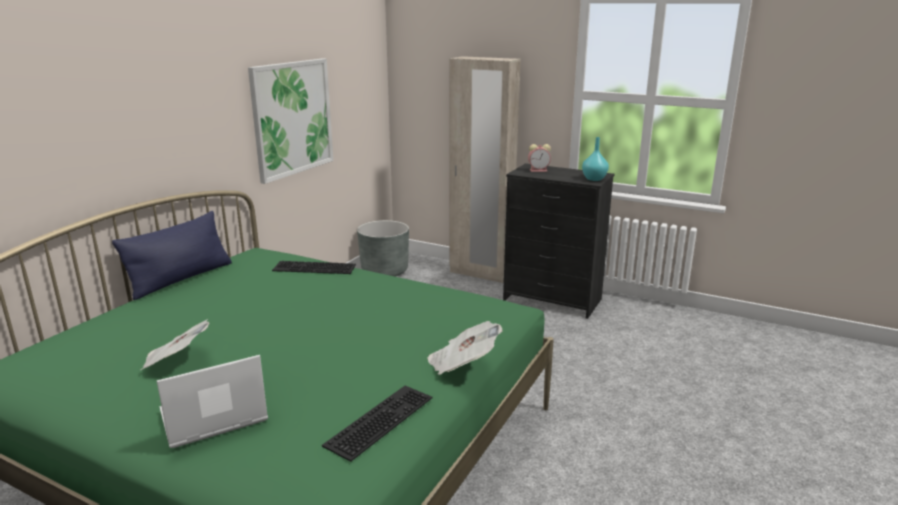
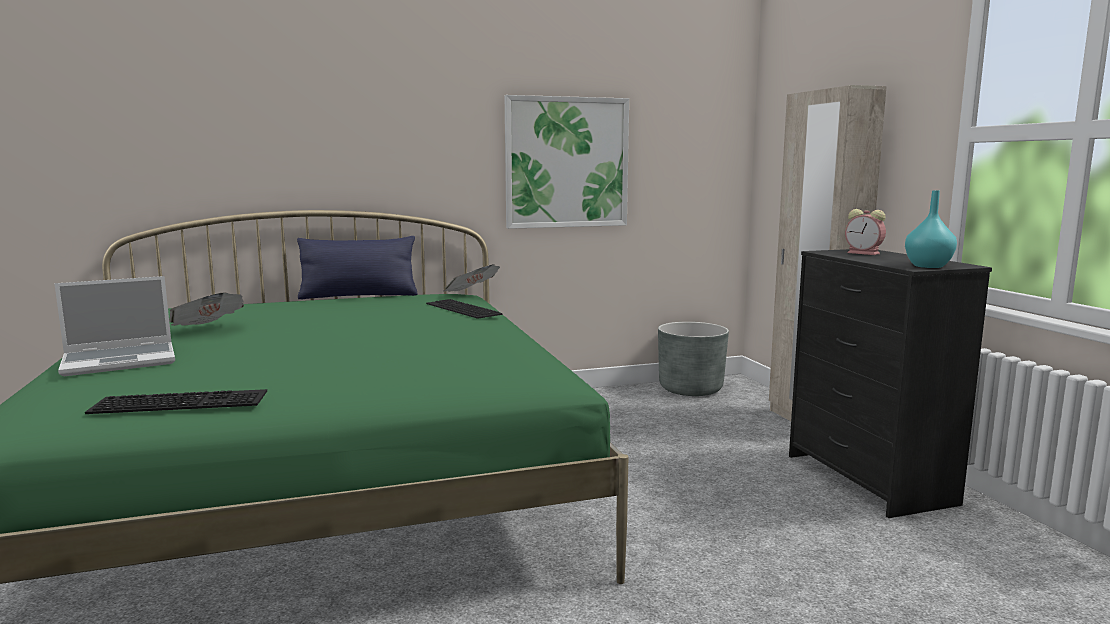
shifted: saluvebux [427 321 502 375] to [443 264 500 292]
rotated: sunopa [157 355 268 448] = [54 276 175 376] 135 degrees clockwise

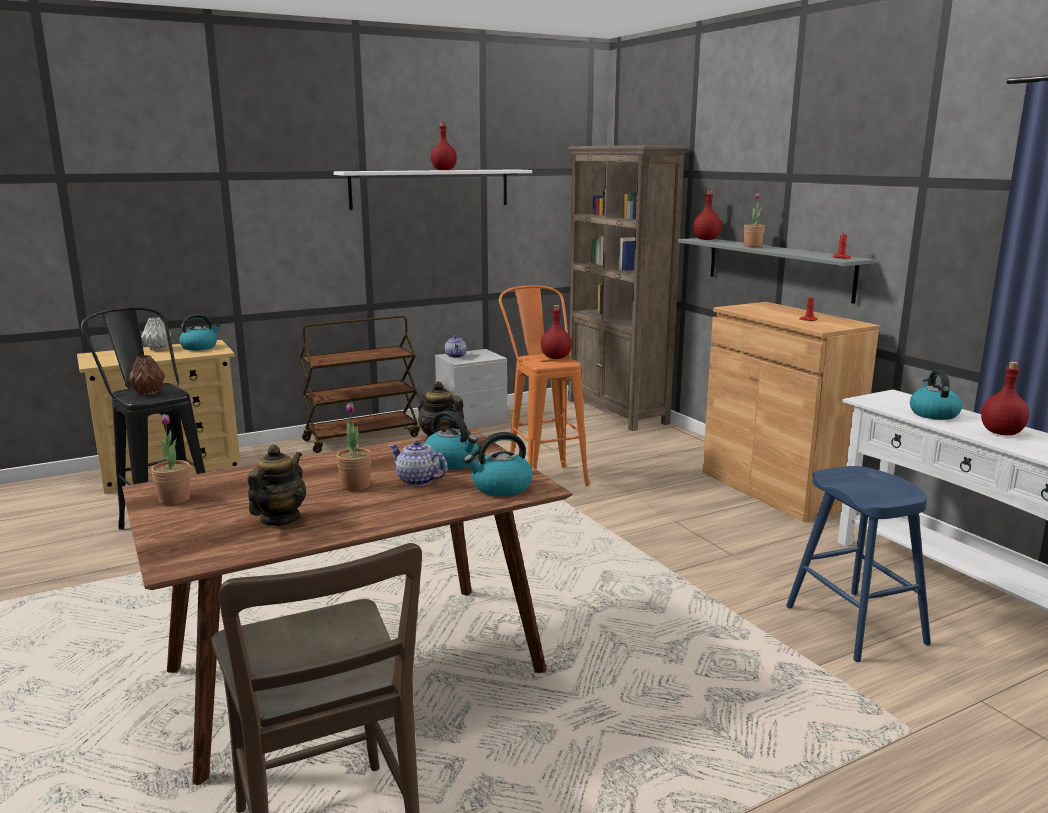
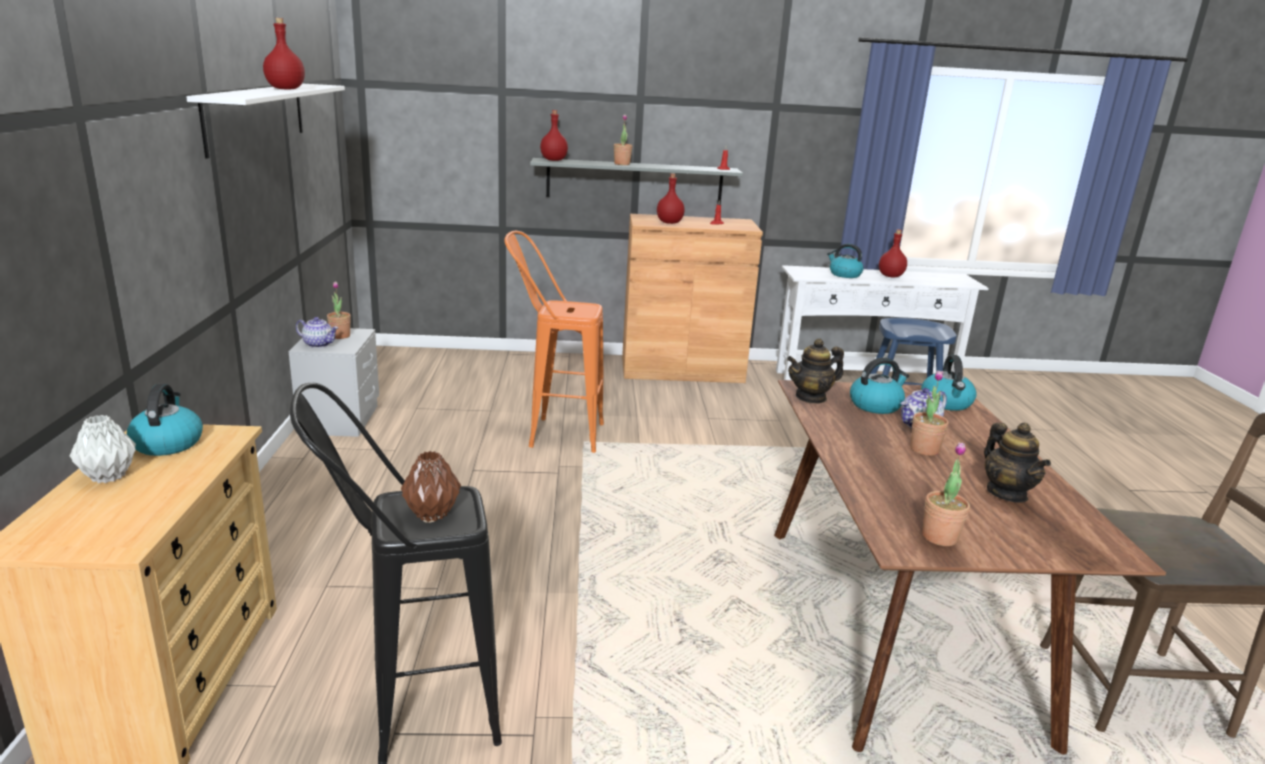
gone: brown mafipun [300 316 420 453]; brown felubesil [568 145 688 431]
new: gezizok [327 281 351 339]
shifted: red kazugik [541 305 572 359] to [657 173 685 224]
rotated: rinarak [248 445 306 526] = [984 423 1051 503] 150 degrees counterclockwise

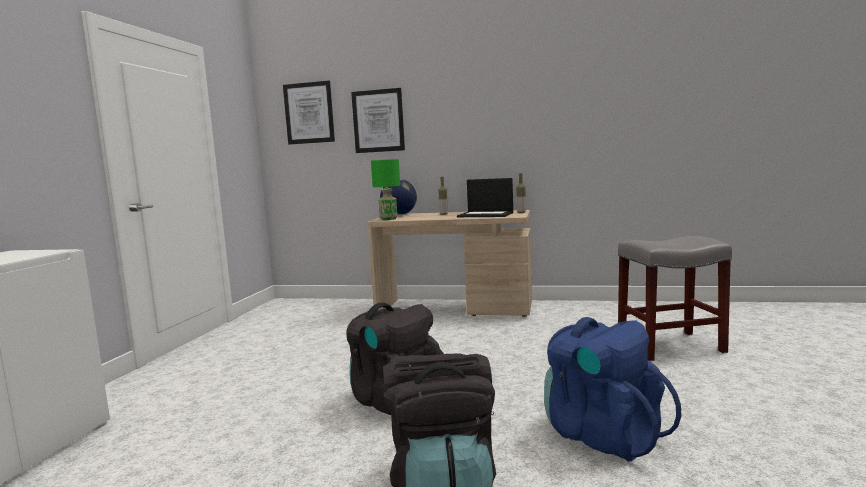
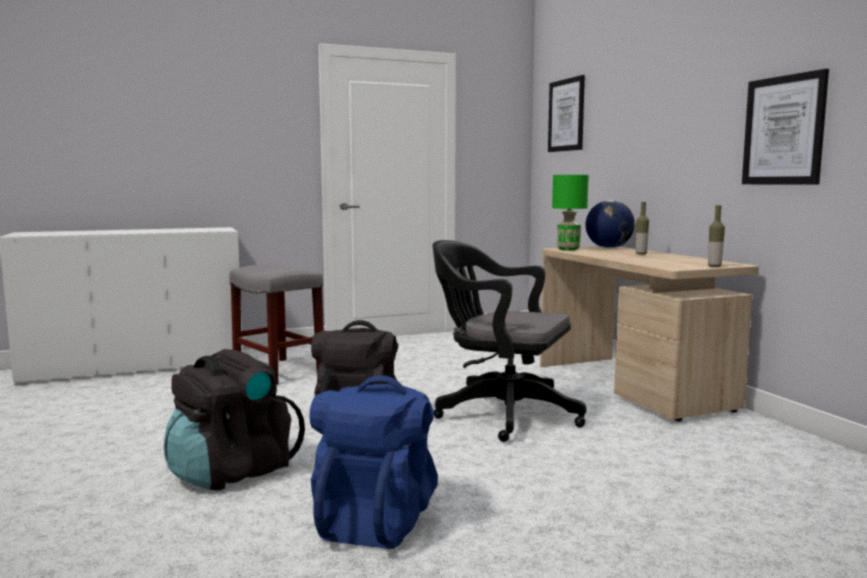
gone: sunopa [457 178 513 217]
new: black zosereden [433 240 586 442]
shifted: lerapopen [351 88 405 153] to [742 69 829 185]; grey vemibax [618 236 732 361] to [229 264 324 385]

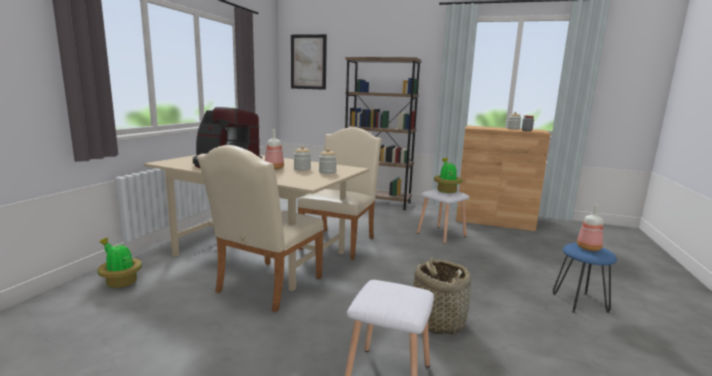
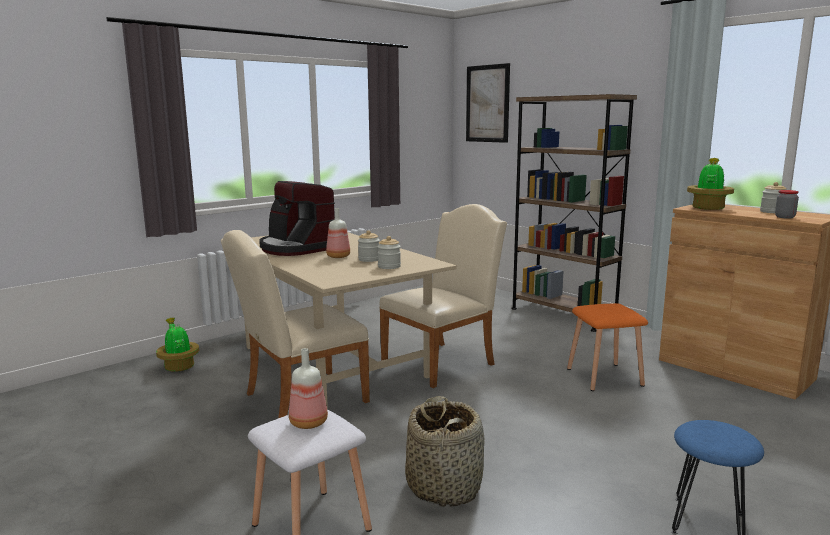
shifted: gezizok [434 158 462 193] to [687 158 734 210]; kazugik [577 204 603 251] to [289 348 328 429]
repainted: white vemibax [417 189 469 244] to orange vemibax [567 303 648 391]

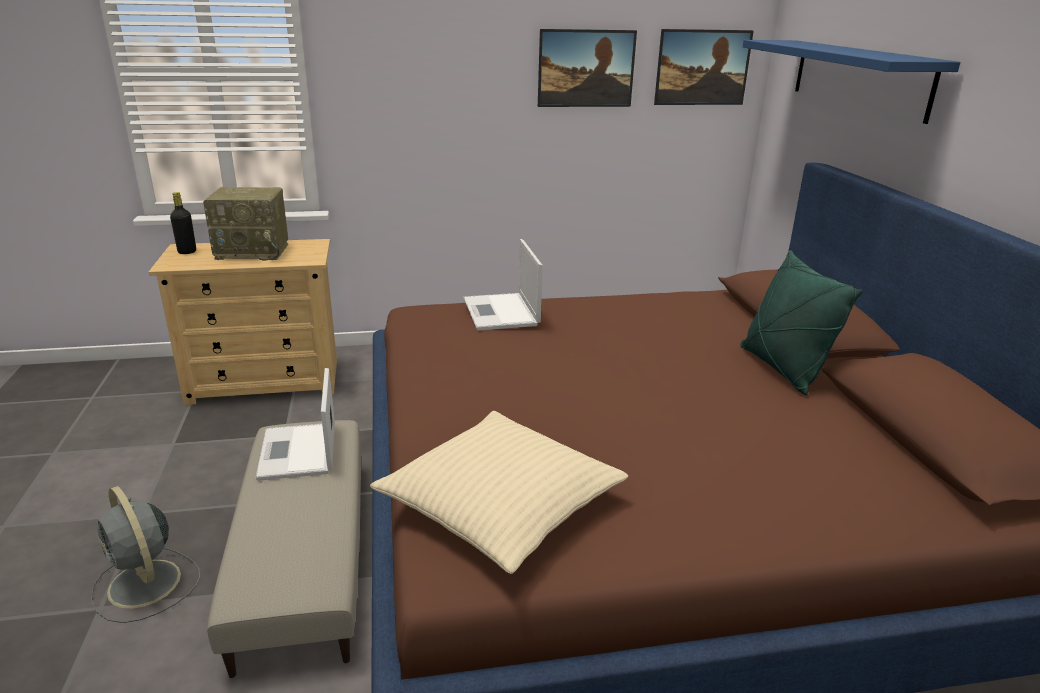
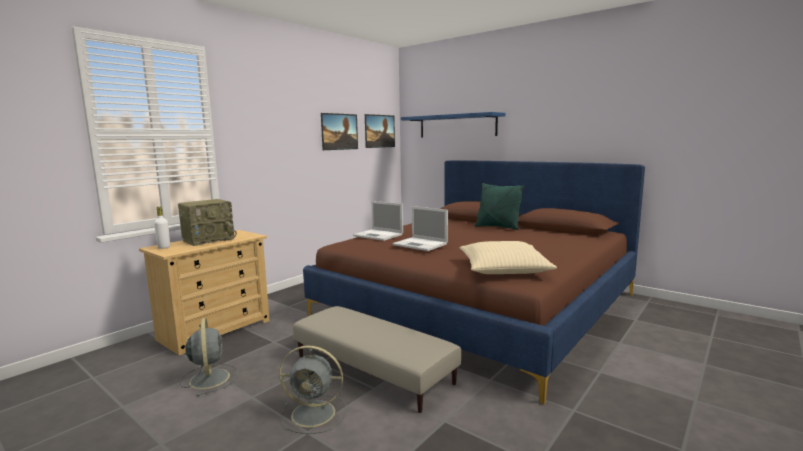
new: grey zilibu [179 318 238 396]
shifted: sunopa [256 368 335 481] to [392 206 448 251]
repainted: black kazugik [170 192 196 254] to white kazugik [154 207 170 249]

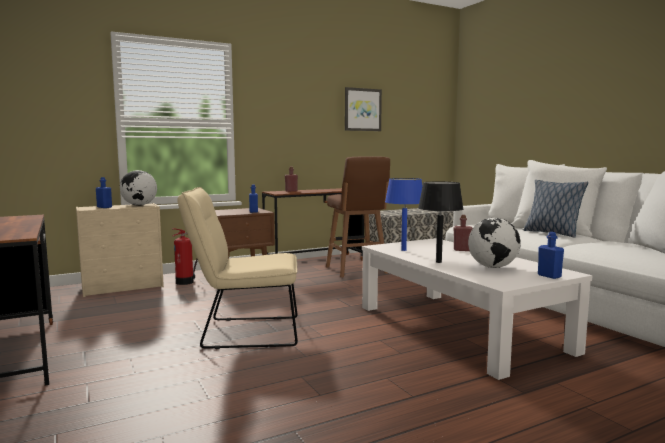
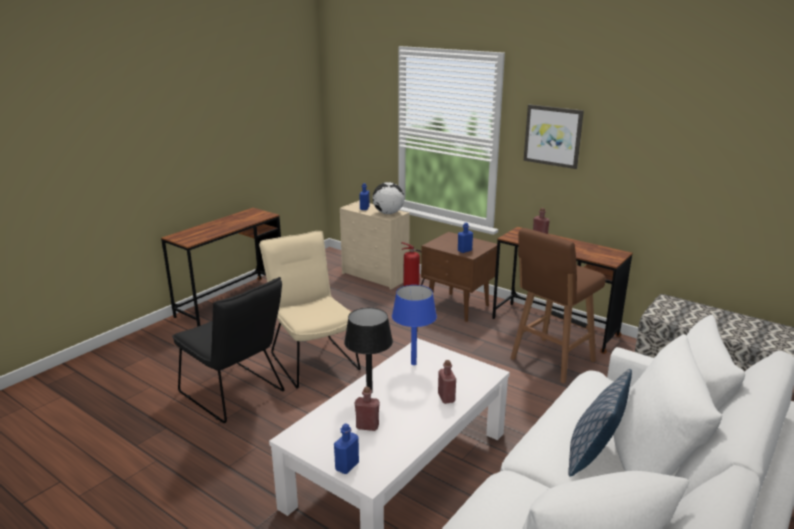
new: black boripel [172 277 285 423]
shifted: lerapopen [345 87 382 131] to [524 105 584 169]
swapped: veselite [468 218 521 268] to red kazugik [355 387 380 431]

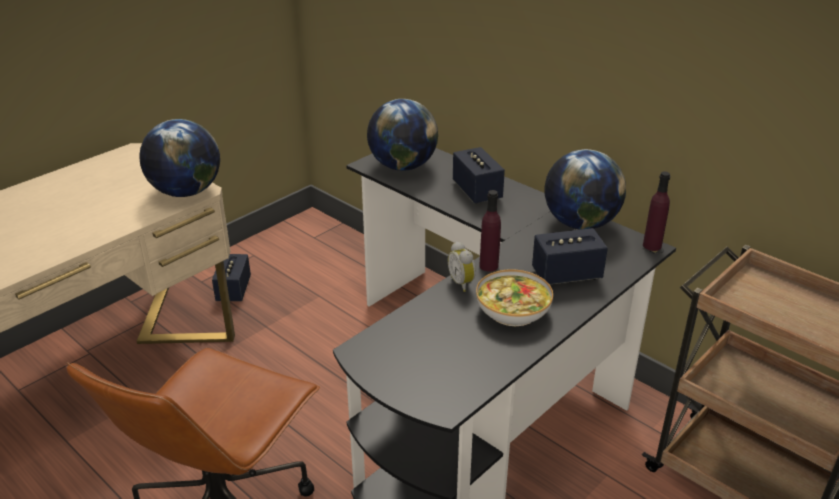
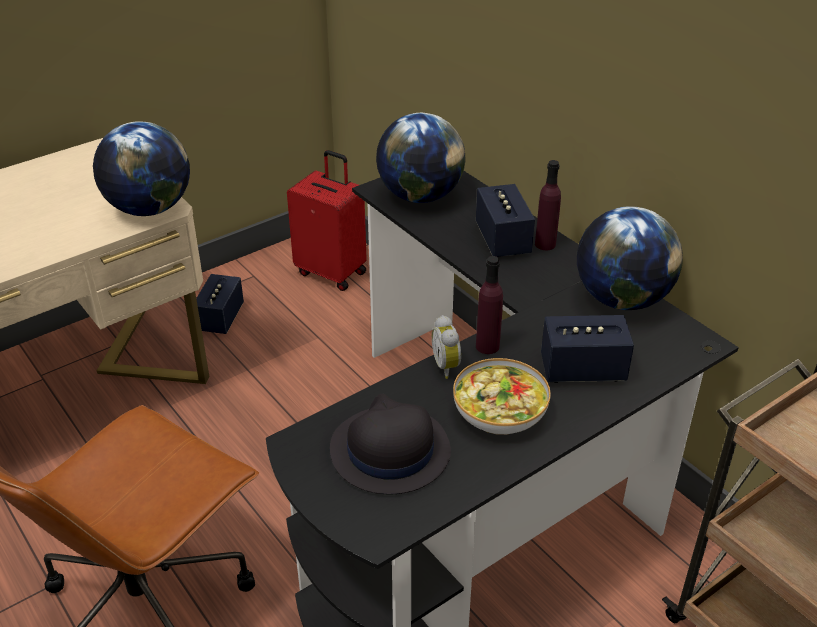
new: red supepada [287 150 367 291]; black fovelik [330 393 451 494]
shifted: purple kazugik [643 171 670 251] to [535 160 561 250]

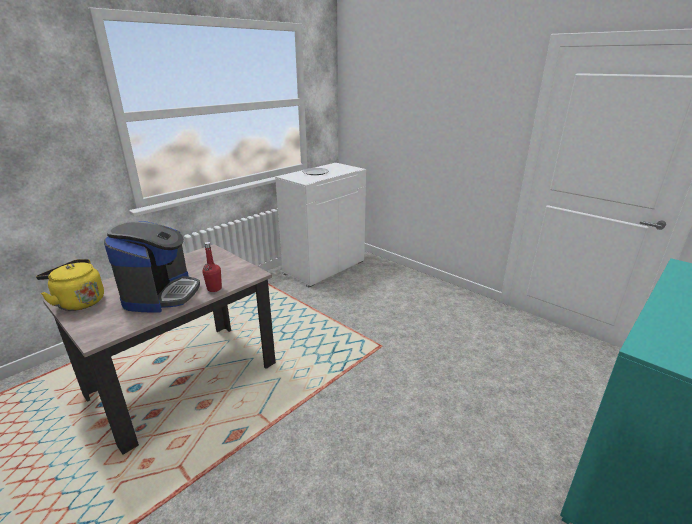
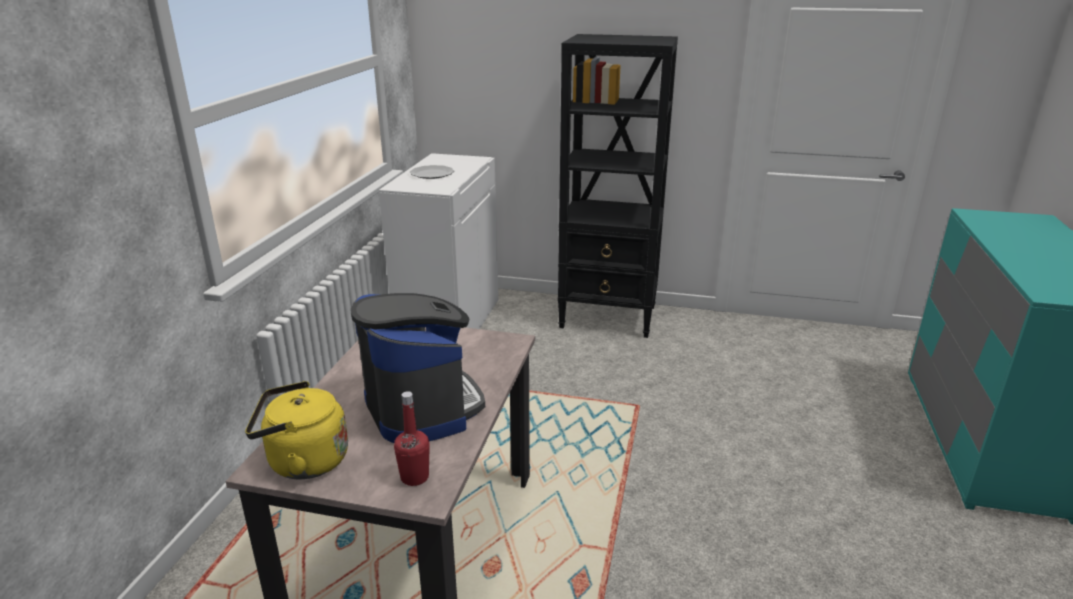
new: black felubesil [558 34 678 338]
shifted: red kazugik [202 242 222 292] to [394 391 430 486]

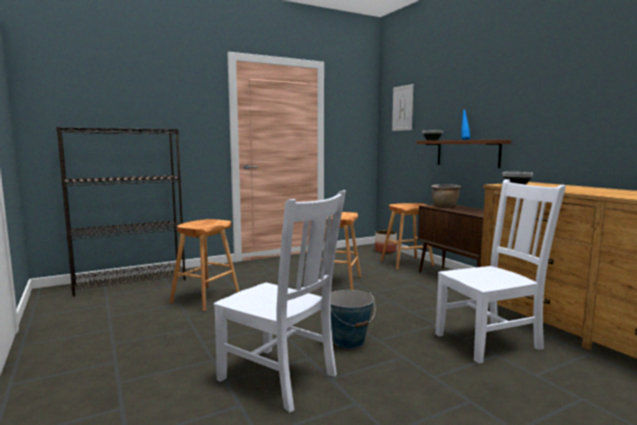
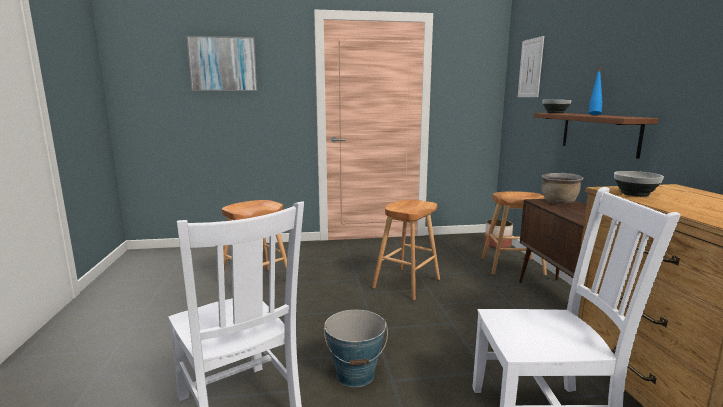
gone: black felubesil [56 127 186 296]
new: lerapopen [186 36 258 91]

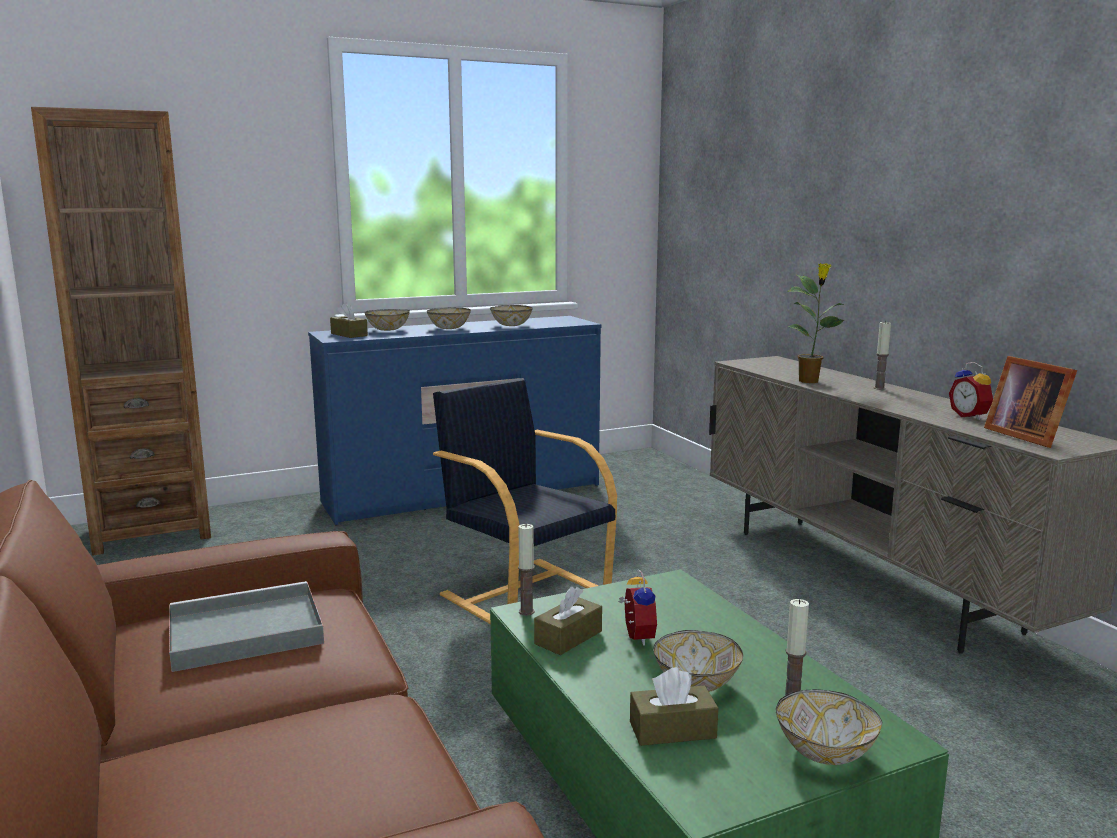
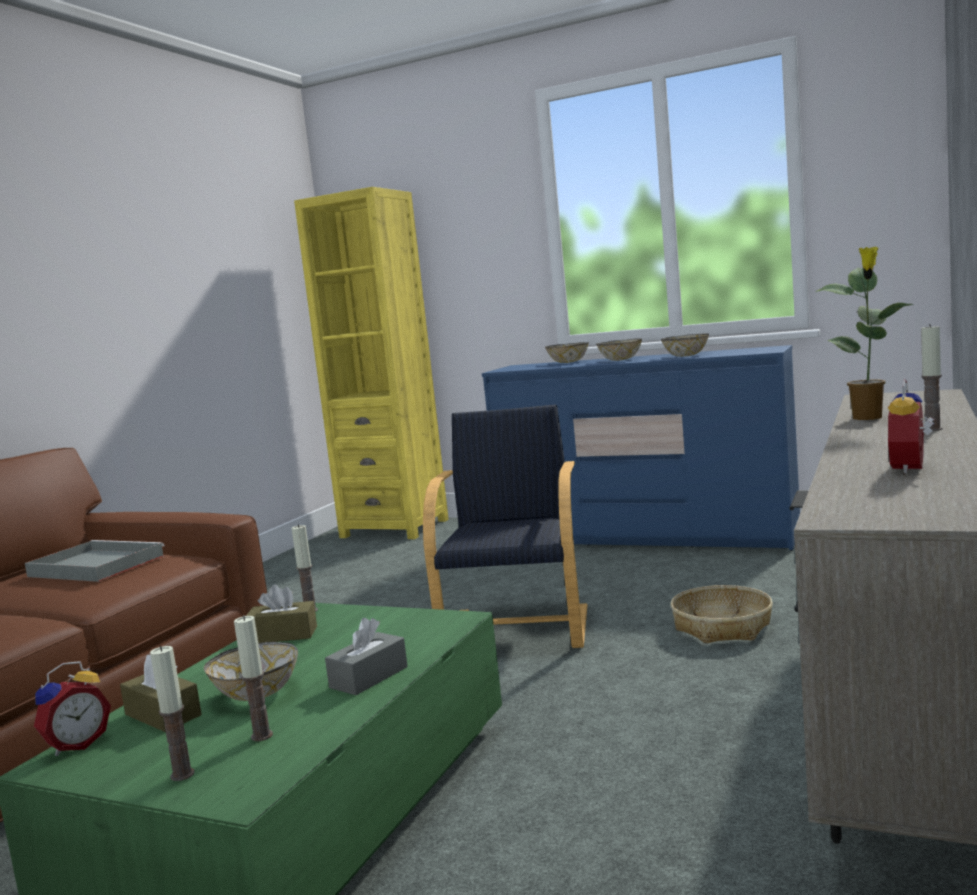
gone: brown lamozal [330 303 368 338]; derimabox [984 356 1077 448]
new: grey lamozal [325 618 408 695]; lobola [671 585 773 643]
shifted: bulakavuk [618 570 657 646] to [34 661 111 756]
swapped: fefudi [776 689 882 765] to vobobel [150 646 194 781]
repainted: brown felubesil [31 107 211 556] to yellow felubesil [294 187 449 539]

